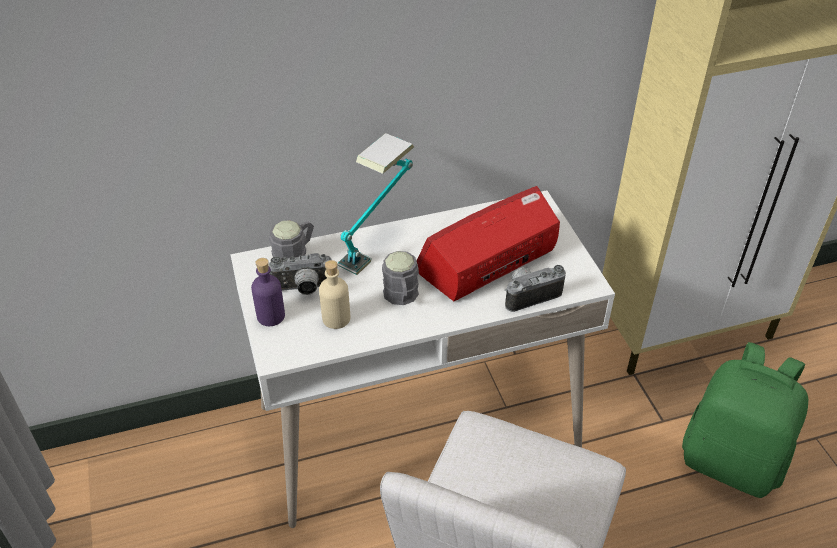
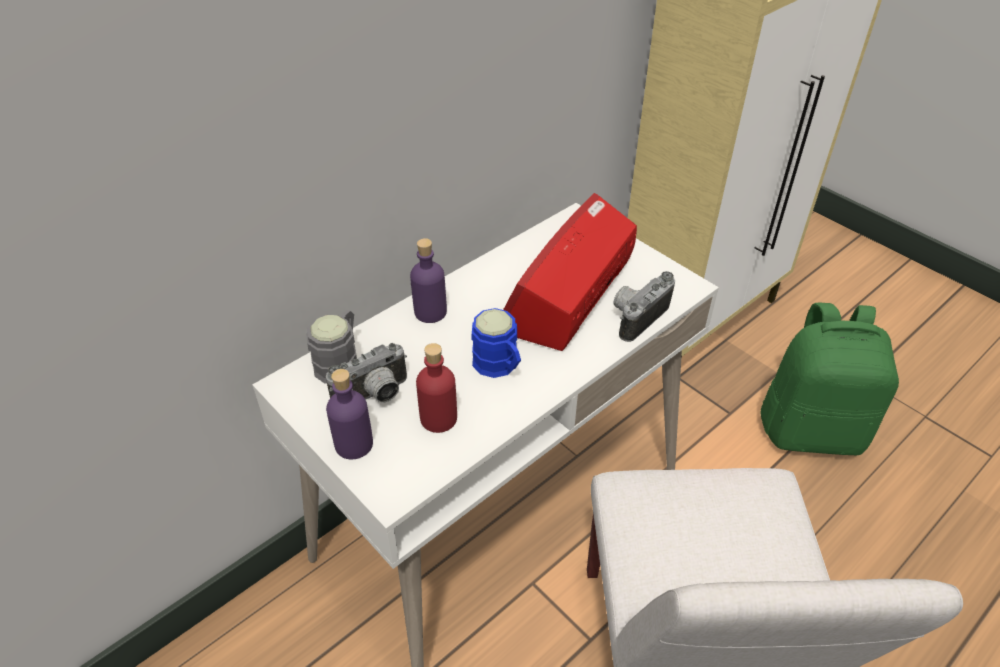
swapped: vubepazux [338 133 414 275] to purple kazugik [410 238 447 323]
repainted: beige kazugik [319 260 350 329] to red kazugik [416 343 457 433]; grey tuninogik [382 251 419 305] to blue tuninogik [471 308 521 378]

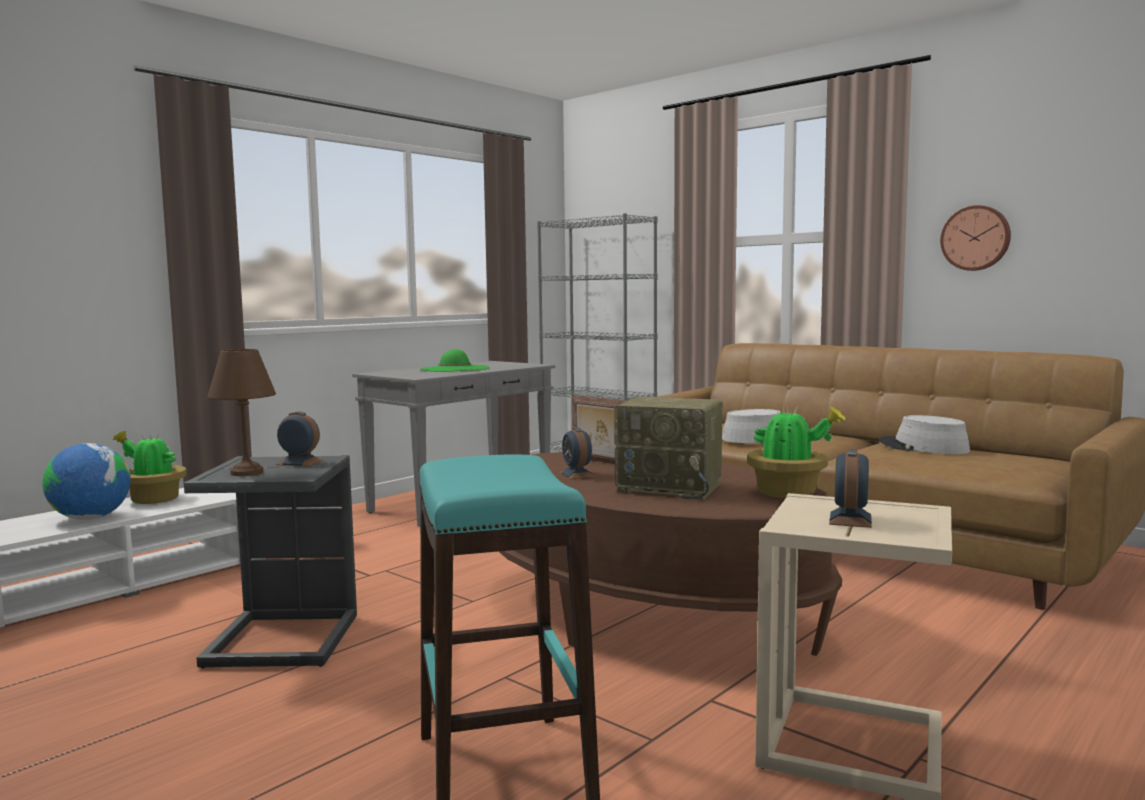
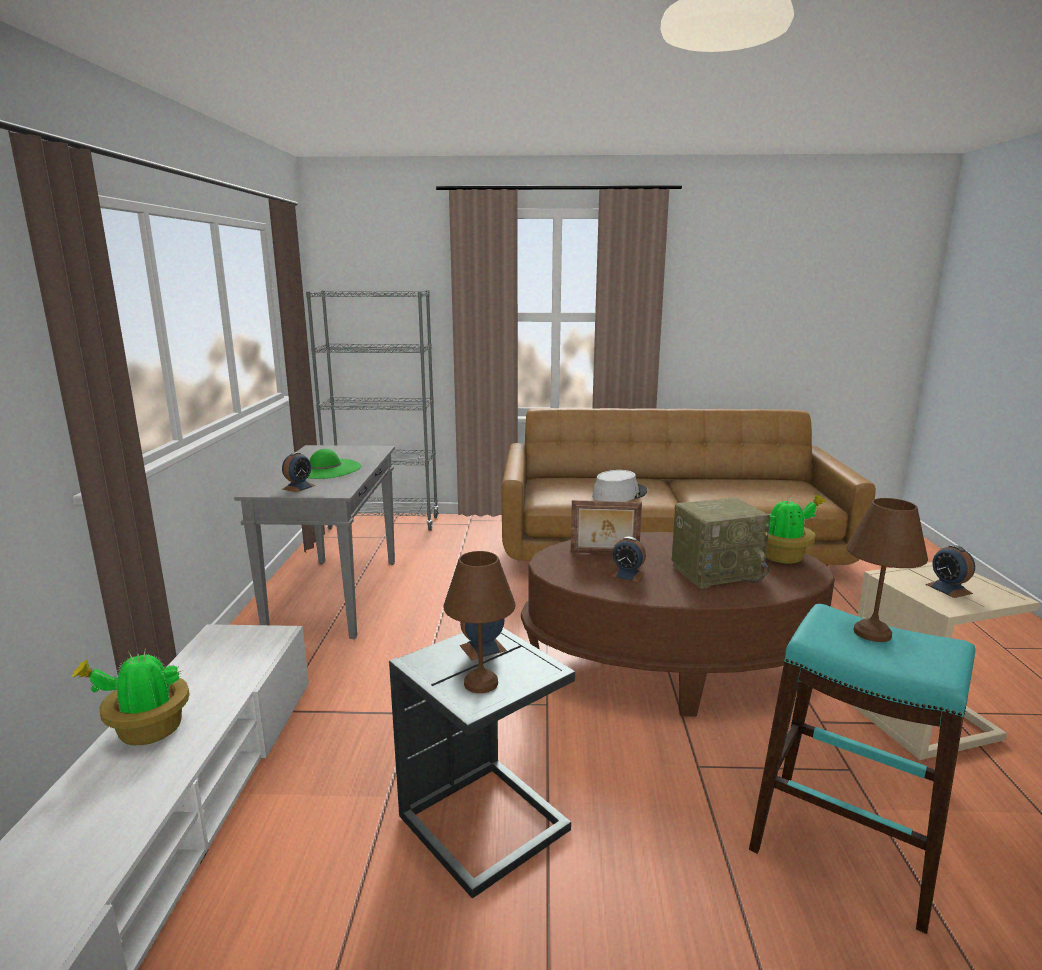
gone: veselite [43 443 131 520]; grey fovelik [879 415 970 454]; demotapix [940 205 1011 271]
new: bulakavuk [282 452 315 493]; brown vubepazux [846 498 928 642]

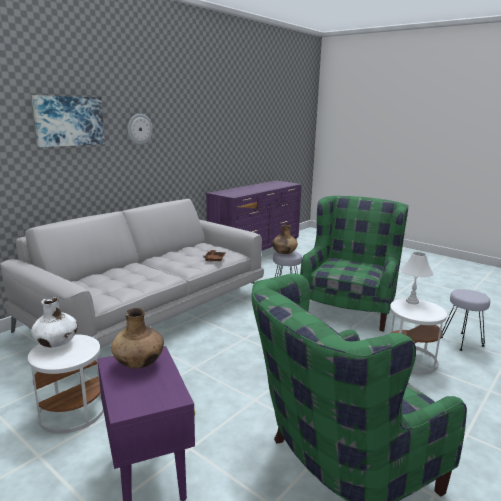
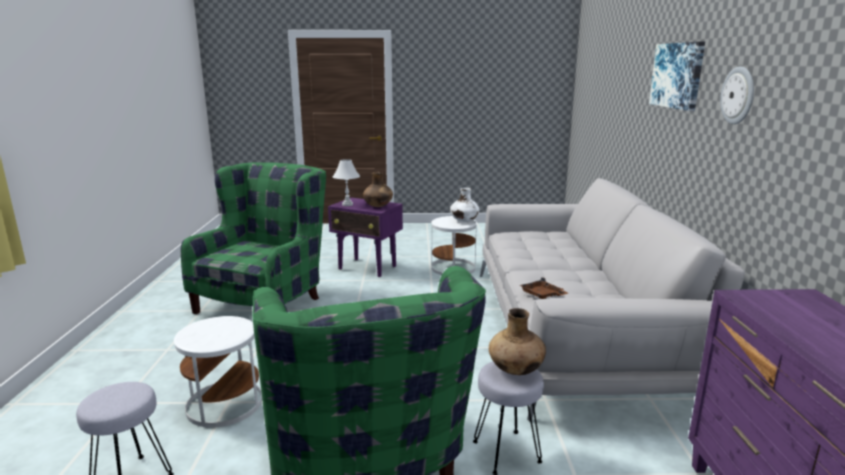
shifted: white vubepazux [400 252 433 304] to [333 159 360 206]

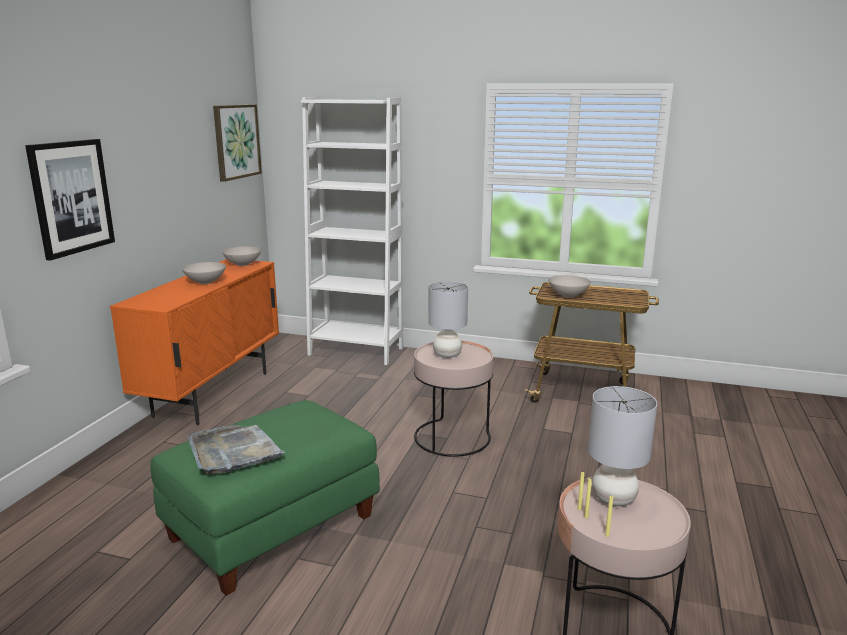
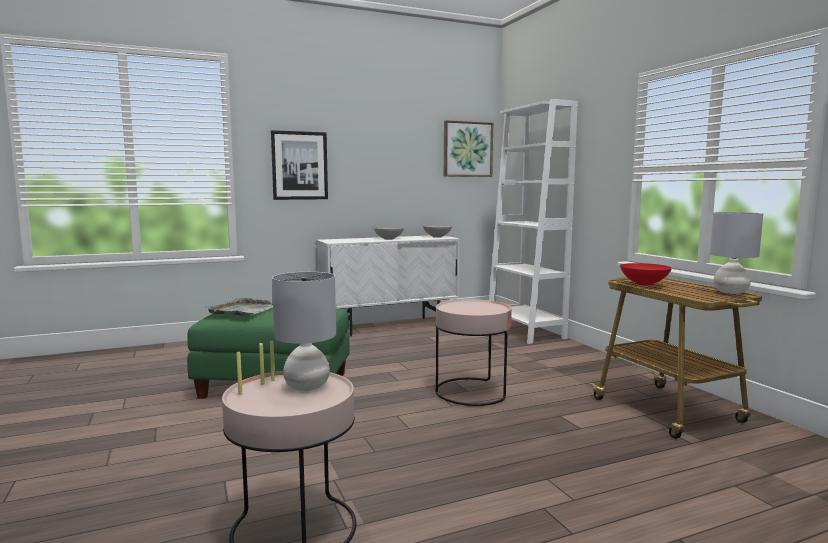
shifted: grey vubepazux [428 281 468 358] to [710 212 763 294]
repainted: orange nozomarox [110 259 279 426] to white nozomarox [317 235 460 336]; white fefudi [548 275 591 298] to red fefudi [620 263 672 286]

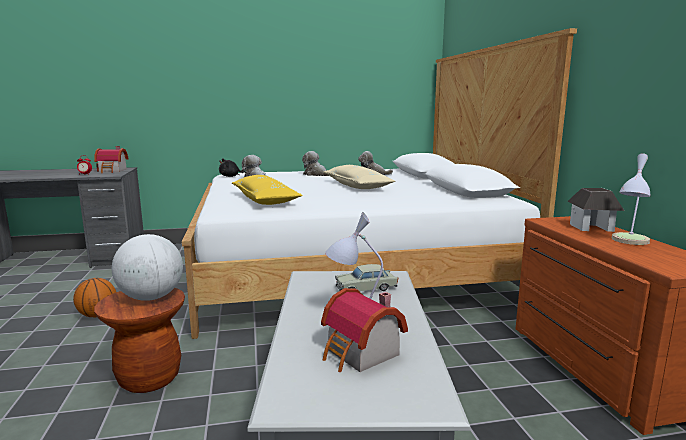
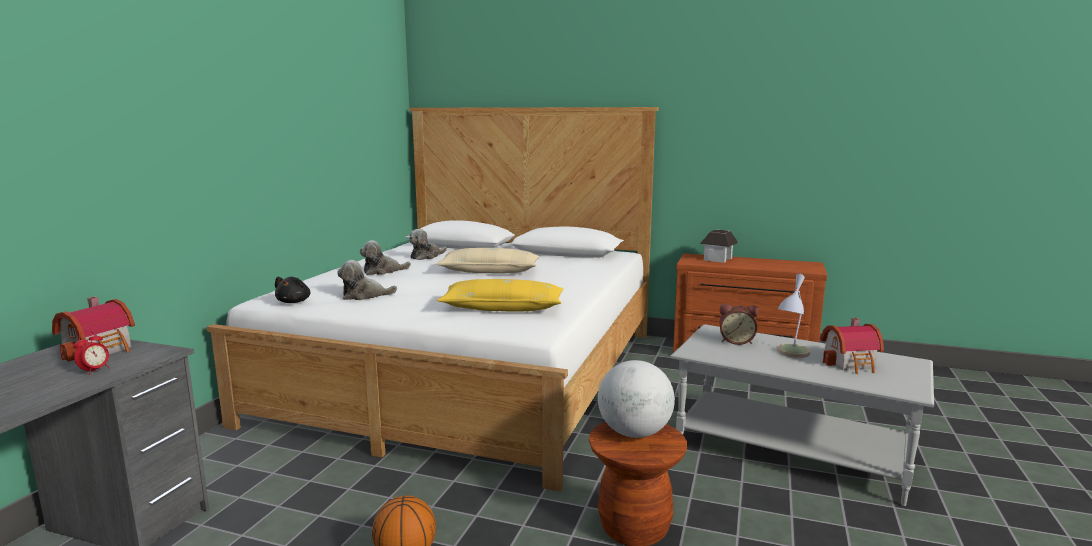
gone: vubepazux [612 153 650 245]
swapped: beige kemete [335 264 398 291] to bulakavuk [719 304 759 345]

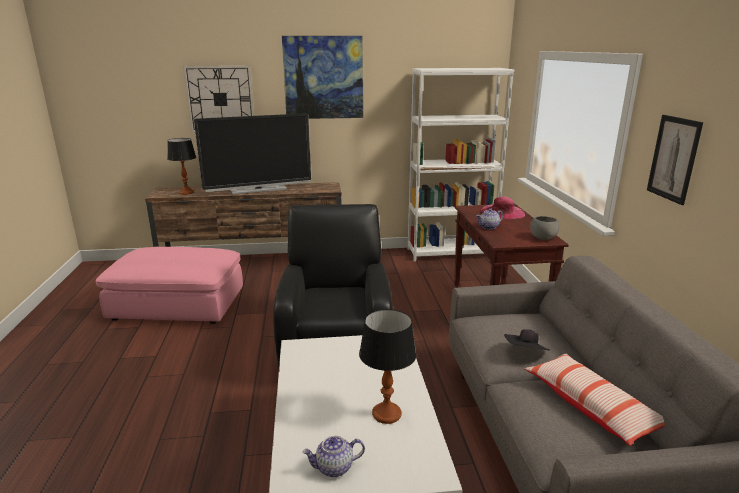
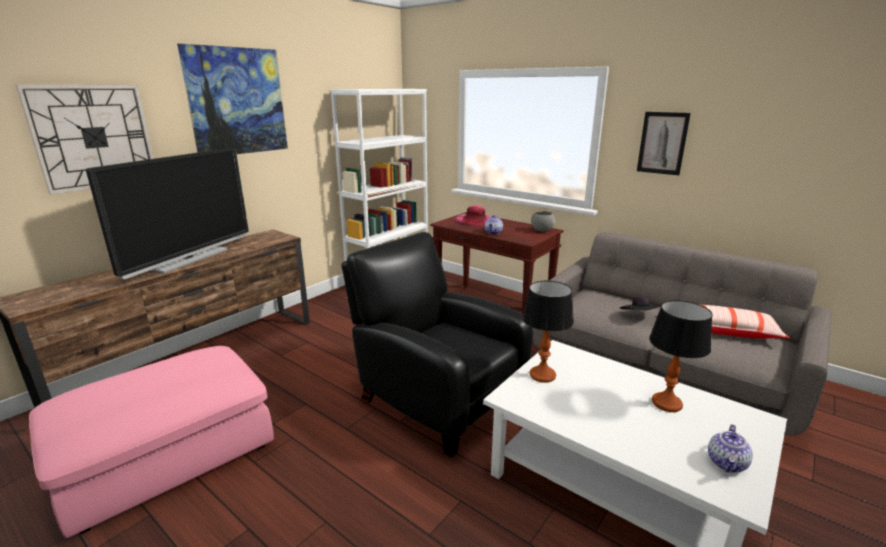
shifted: vubepazux [167 138 196 195] to [522 281 574 383]

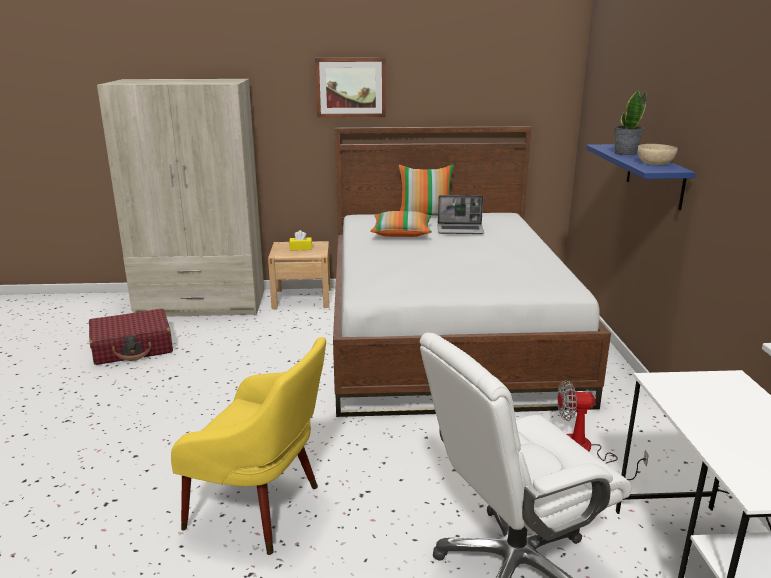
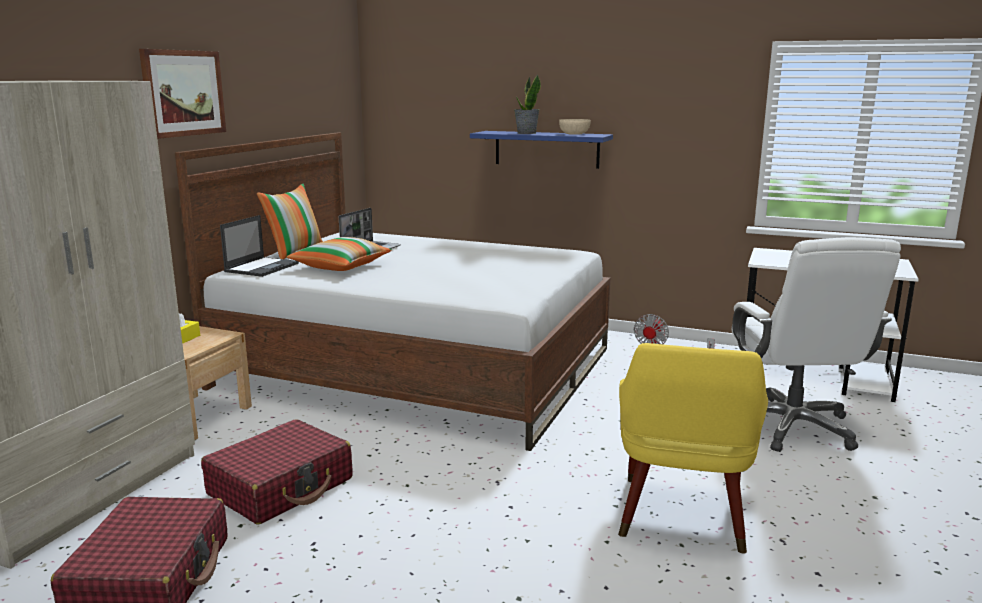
new: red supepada [201 419 352 525]; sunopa [220 215 299 277]
rotated: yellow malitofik [171 337 326 555] = [618 343 768 554] 150 degrees clockwise

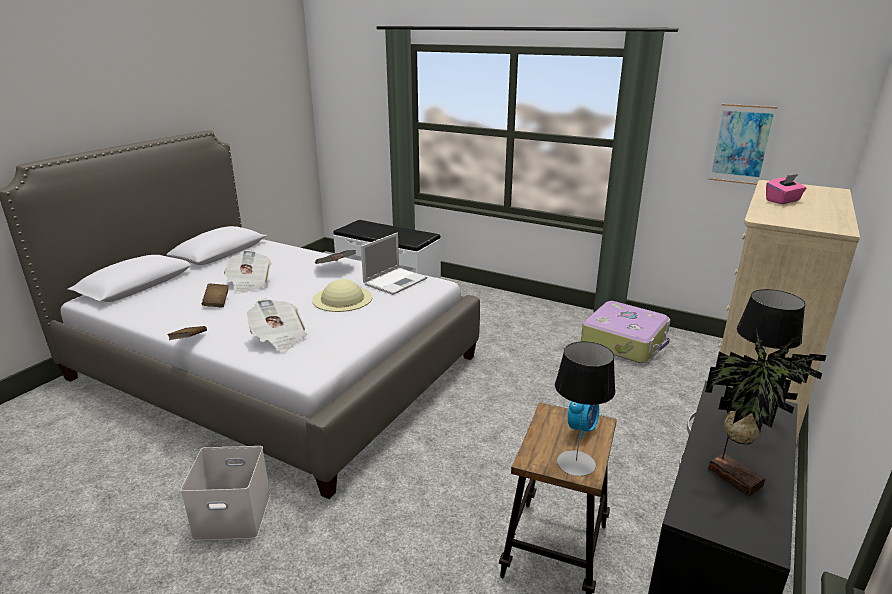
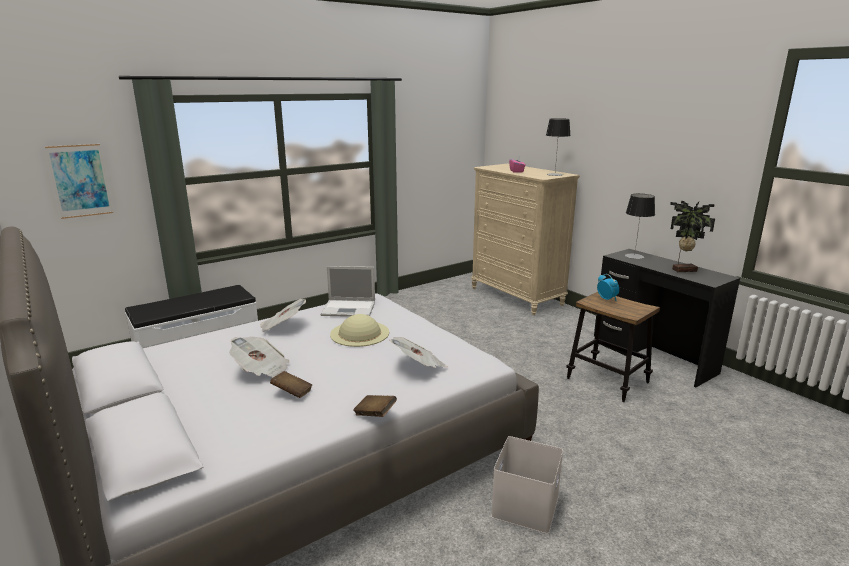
gone: supepada [581 301 671 363]
shifted: vubepazux [555 341 616 476] to [546 118 571 176]; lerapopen [708 104 778 185] to [45 144 113 219]
rotated: sunopa [361 233 428 295] = [320 266 375 317] 120 degrees clockwise

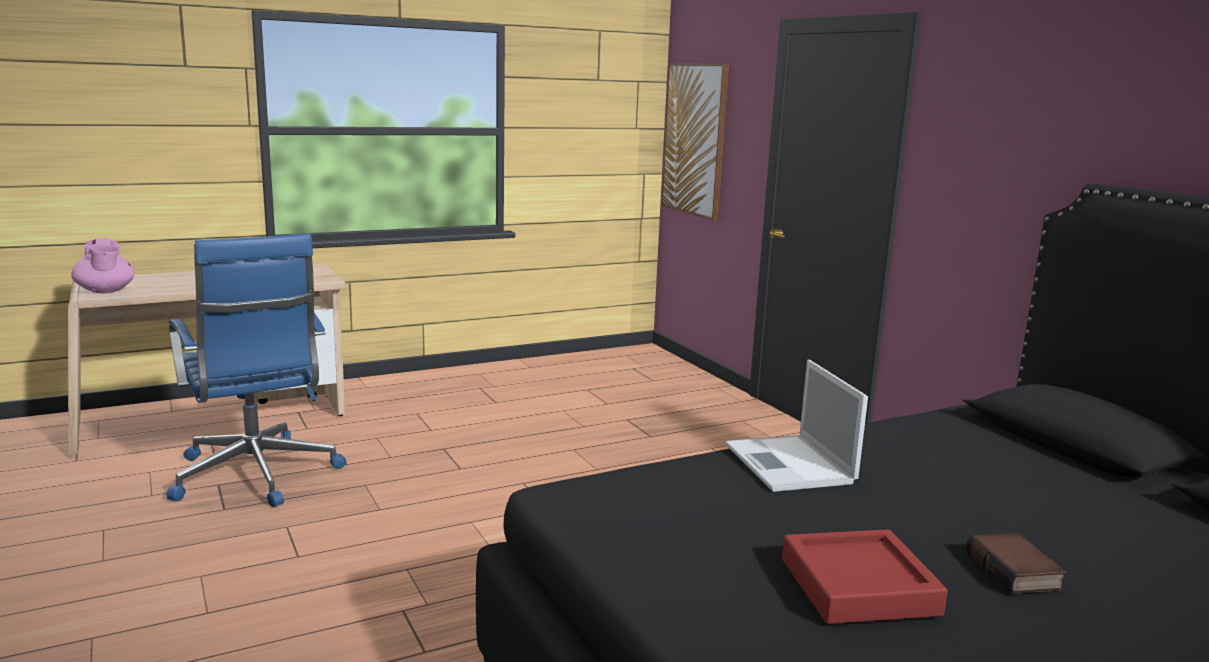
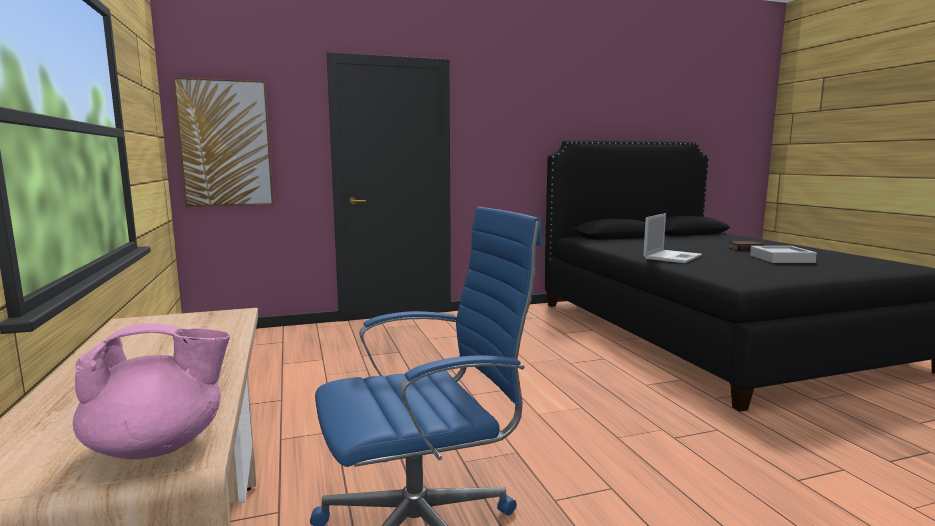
repainted: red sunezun [782 529 948 624] to grey sunezun [750 246 817 263]
rotated: sunopa [726 360 868 492] = [643 213 702 263] 45 degrees counterclockwise

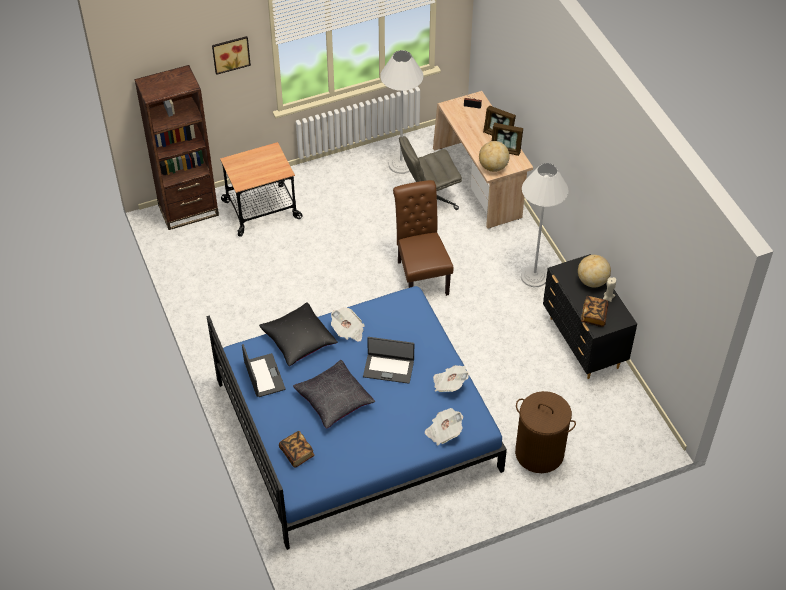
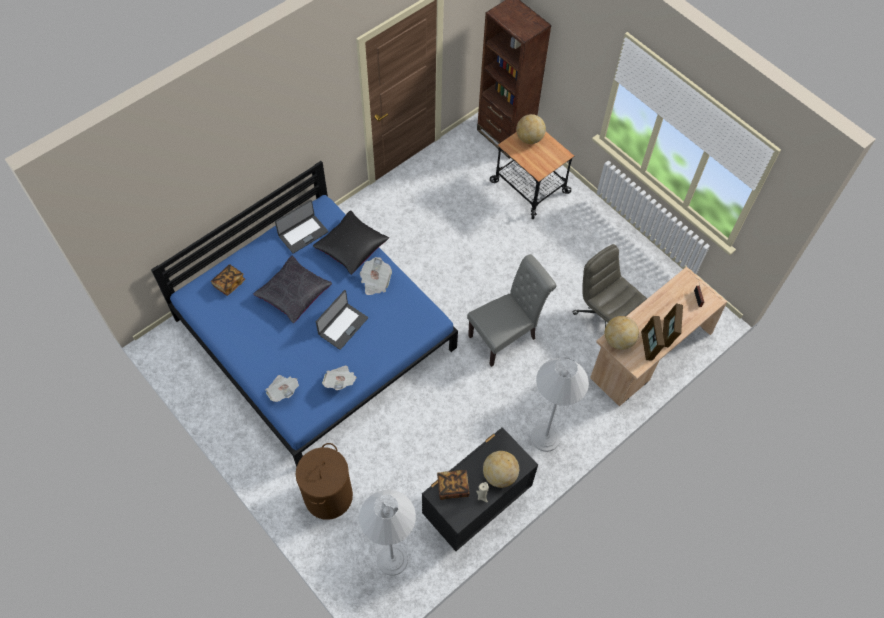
gone: lerapopen [212 36 251 75]
new: veselite [516 114 546 144]
shifted: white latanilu [380 50 424 174] to [359 490 416 576]
repainted: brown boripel [393 180 453 296] to grey boripel [467 254 556 367]
rotated: sunopa [363 337 414 384] = [316 290 368 350] 135 degrees counterclockwise

